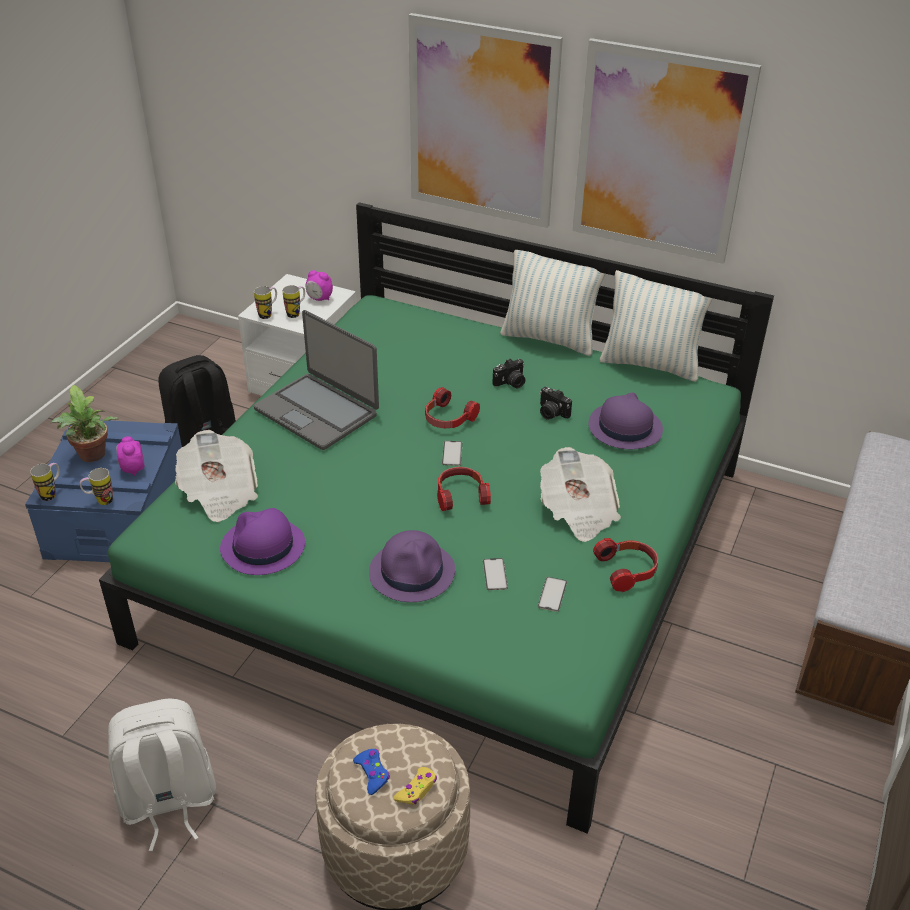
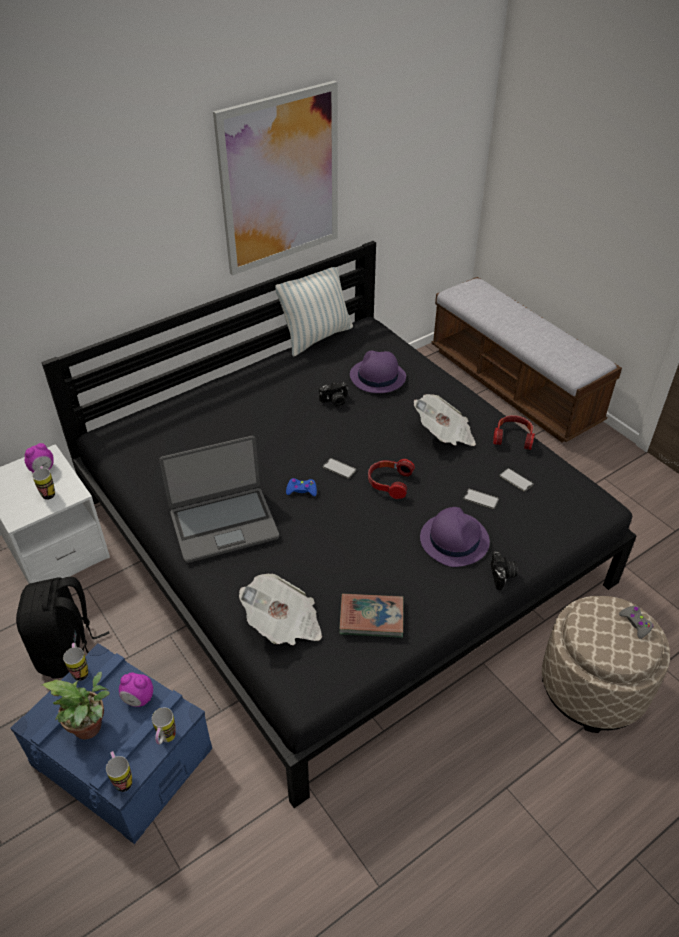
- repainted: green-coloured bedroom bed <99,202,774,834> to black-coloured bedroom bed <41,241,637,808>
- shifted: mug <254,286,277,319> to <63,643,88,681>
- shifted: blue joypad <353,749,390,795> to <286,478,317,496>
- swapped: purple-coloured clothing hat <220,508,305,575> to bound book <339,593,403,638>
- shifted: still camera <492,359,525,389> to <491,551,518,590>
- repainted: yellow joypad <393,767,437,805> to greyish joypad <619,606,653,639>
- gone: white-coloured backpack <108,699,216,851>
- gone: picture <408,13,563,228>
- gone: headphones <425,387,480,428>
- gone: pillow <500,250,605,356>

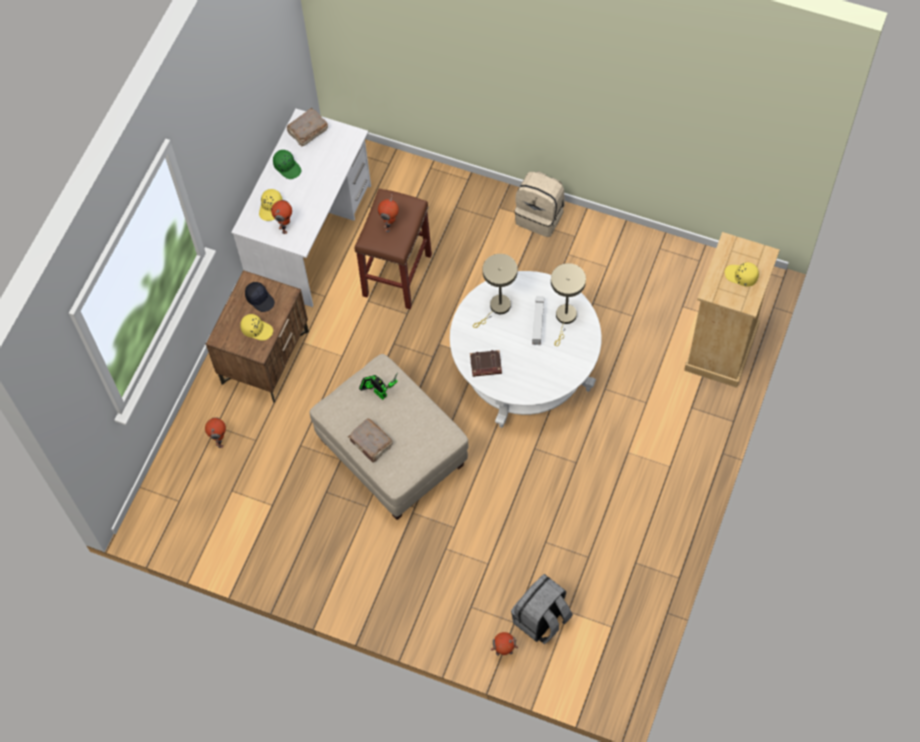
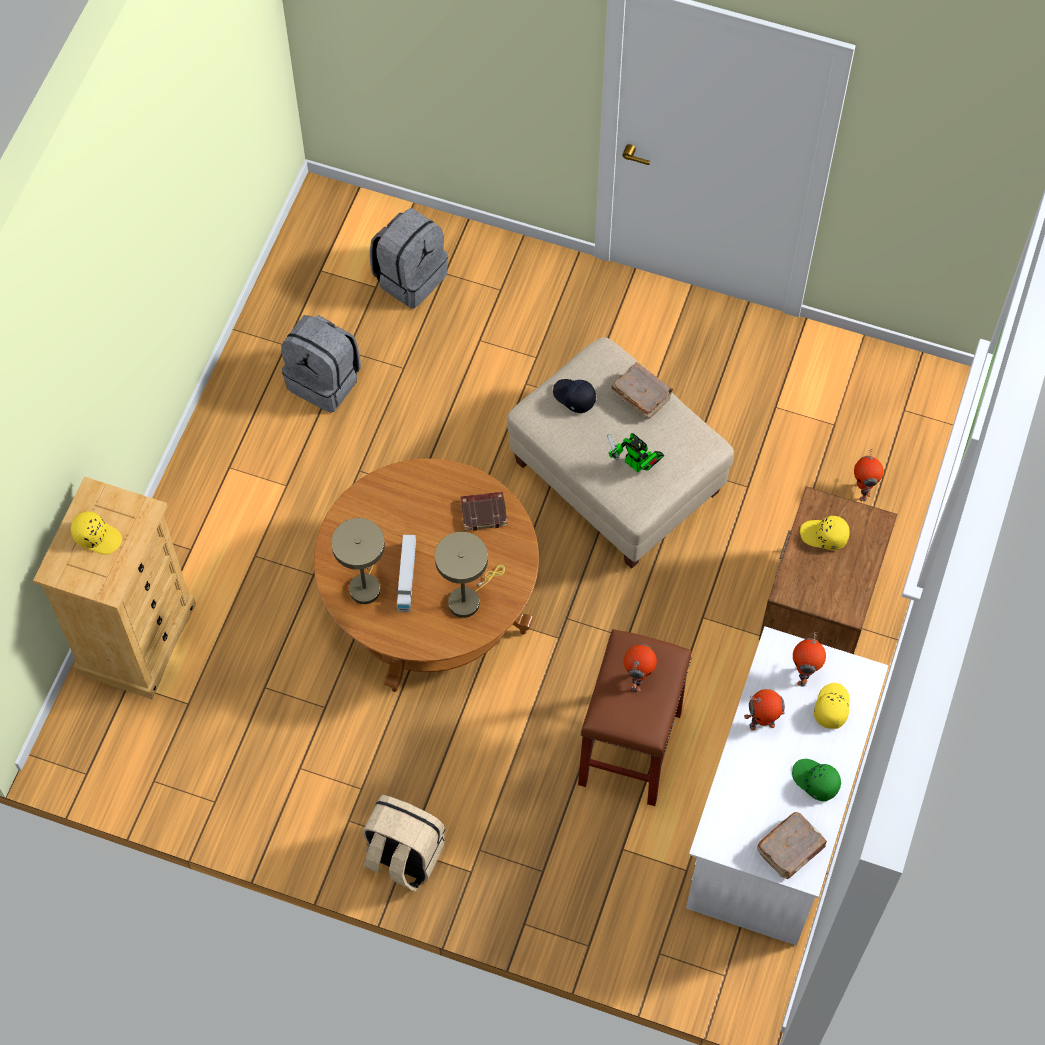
- new: greyish backpack <281,315,361,413>
- repainted: white-coloured low table <450,271,602,428> to brownish low table <314,458,539,692>
- shifted: black-coloured cap <245,282,275,312> to <553,379,596,413>
- shifted: toy robot <491,632,518,656> to <744,689,785,731>

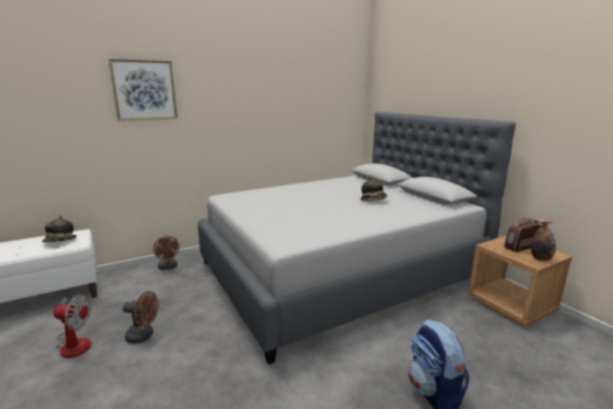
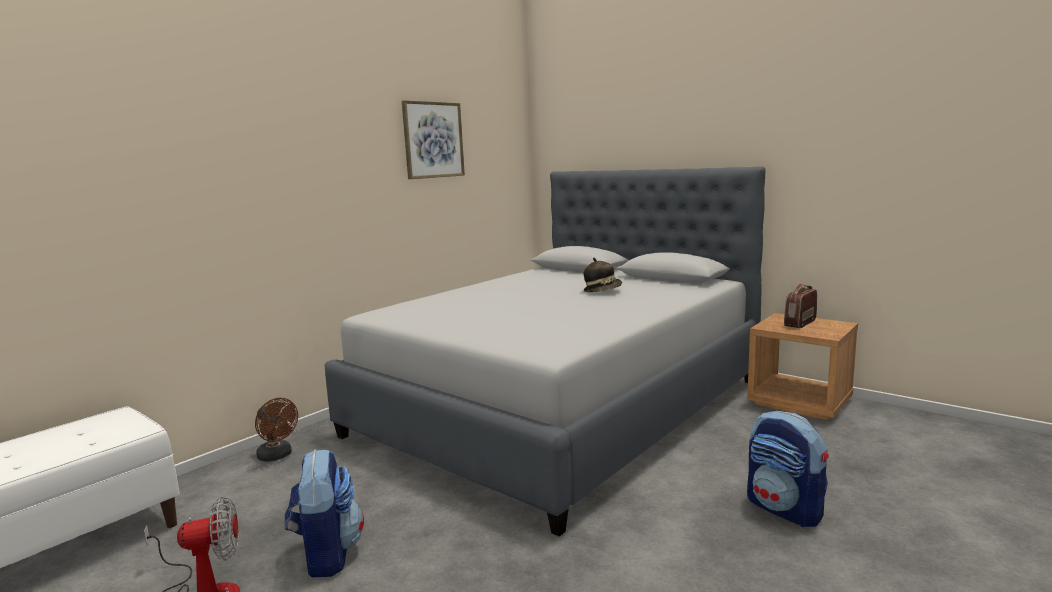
- swapped: brownish electric fan <123,291,159,344> to backpack <285,449,364,577>
- shifted: picture <108,59,178,121> to <402,100,465,179>
- gone: clothing hat <42,216,77,242>
- gone: drink bottle <531,219,556,261>

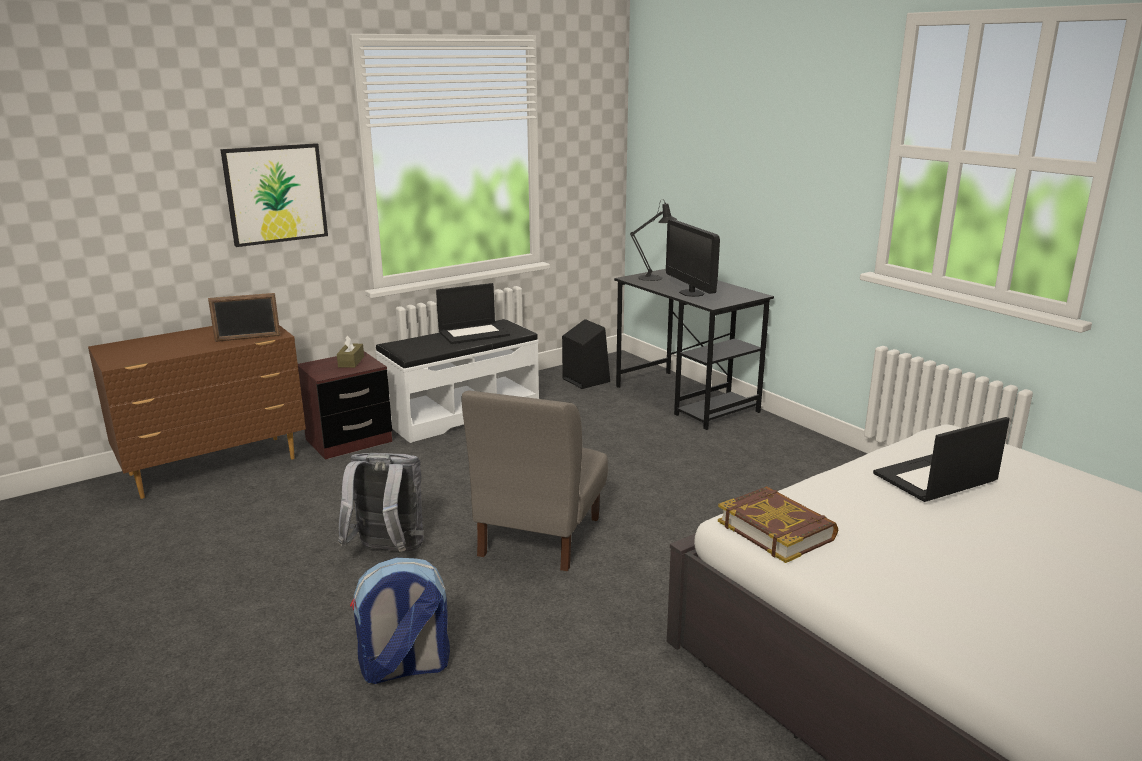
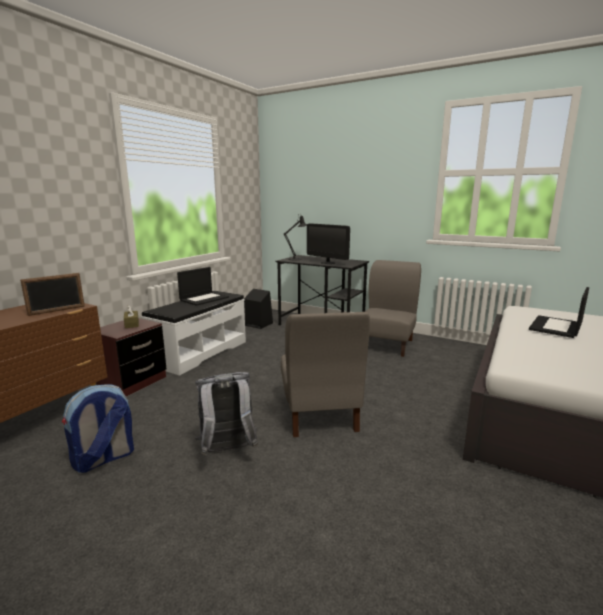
- shifted: backpack <350,558,450,684> to <62,385,134,473>
- new: greyish upright chair <365,260,421,357>
- gone: picture <220,143,328,247>
- gone: bound book <718,486,838,563>

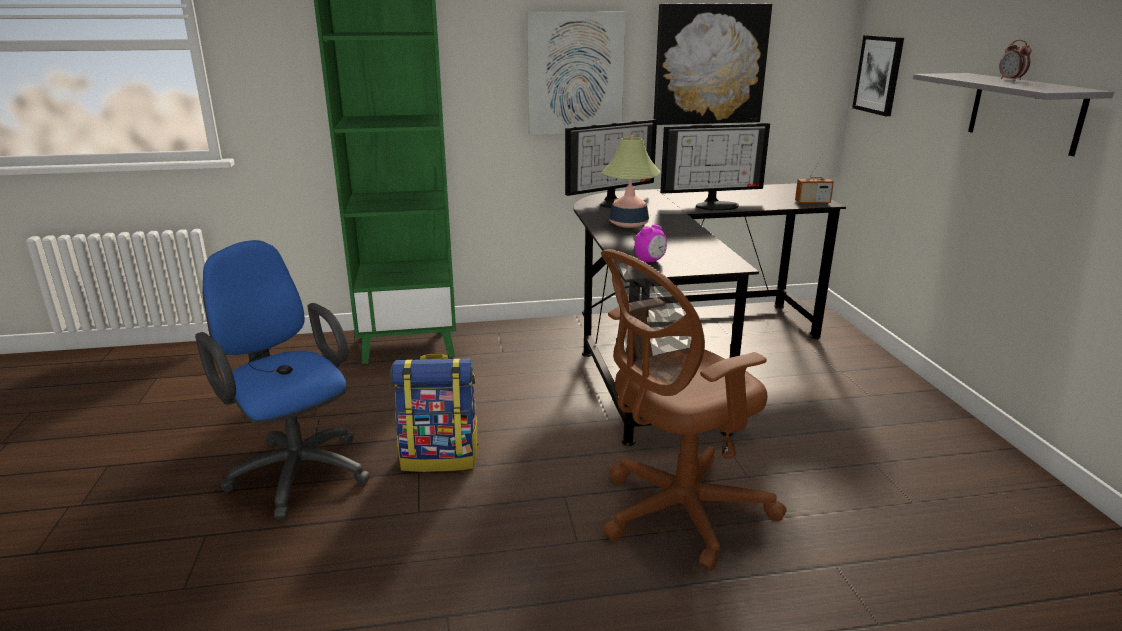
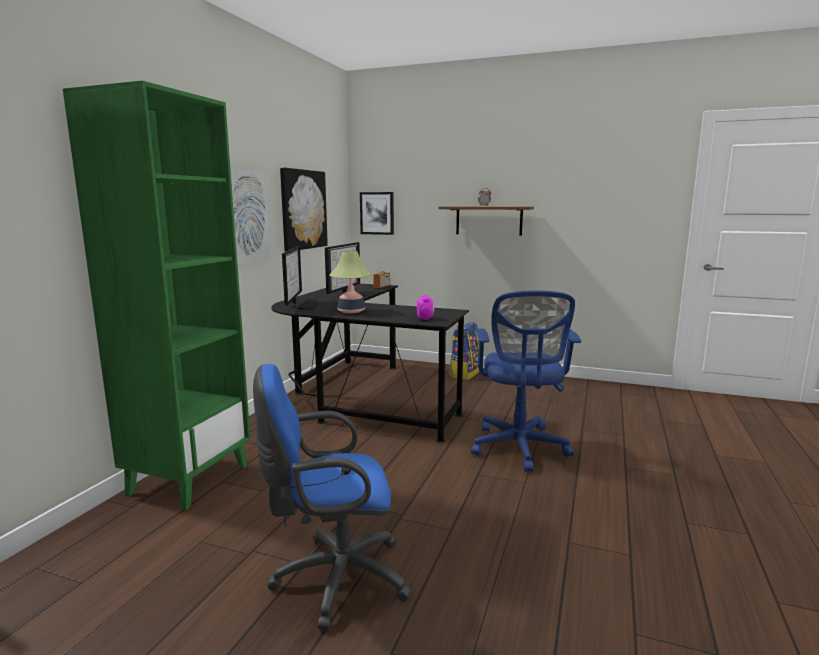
- repainted: greyish shelf <913,73,1114,156> to brownish shelf <438,206,534,236>
- shifted: backpack <391,354,479,472> to <448,322,479,380>
- repainted: brownish office chair <601,249,787,571> to blue office chair <471,290,581,472>

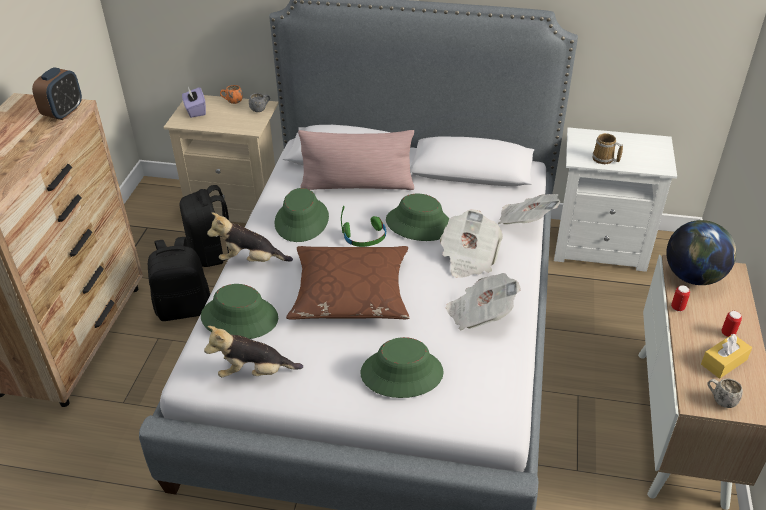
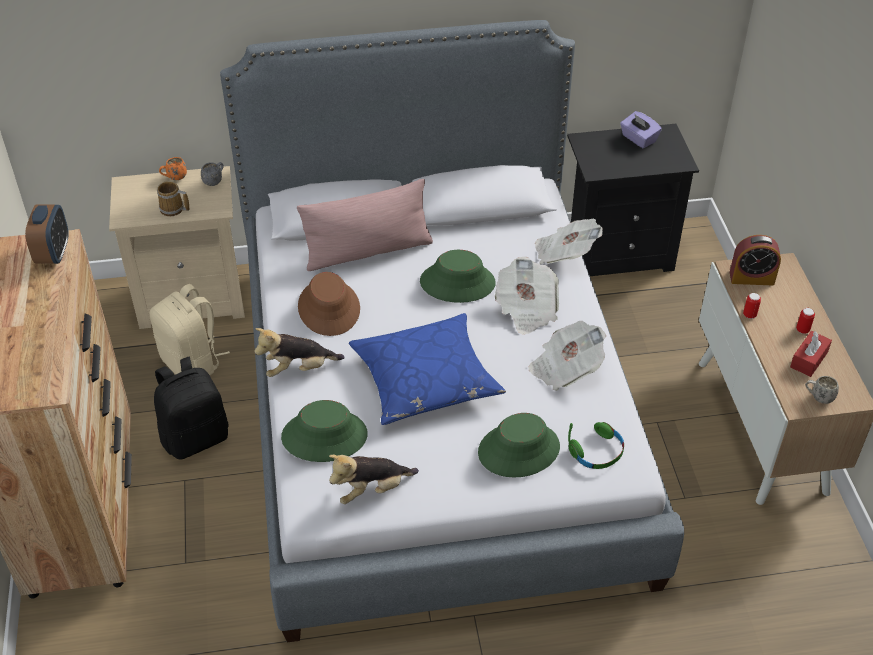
- repainted: black-coloured backpack <180,185,229,267> to beige-coloured backpack <150,284,230,375>
- shifted: mug <592,133,623,164> to <157,181,190,216>
- repainted: green-coloured clothing hat <275,188,329,242> to brownish clothing hat <298,272,360,336>
- repainted: brownish pillow <286,246,410,320> to blue pillow <349,313,506,425>
- repainted: white-coloured night table <554,127,677,272> to black-coloured night table <567,124,699,276>
- shifted: green-coloured headphones <341,206,386,247> to <568,422,624,469>
- shifted: purple-coloured tissue holder <182,87,206,118> to <620,111,662,149>
- swapped: globe <666,220,736,285> to table clock <730,235,781,285>
- repainted: yellow tissue holder <701,333,752,379> to reddish tissue holder <790,331,832,377>

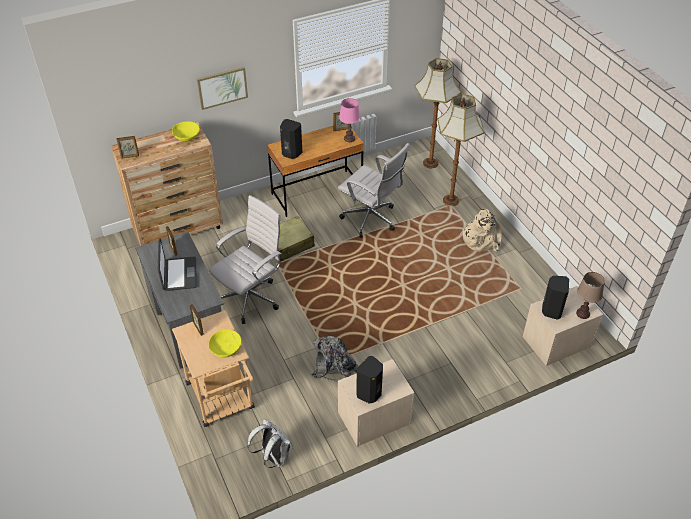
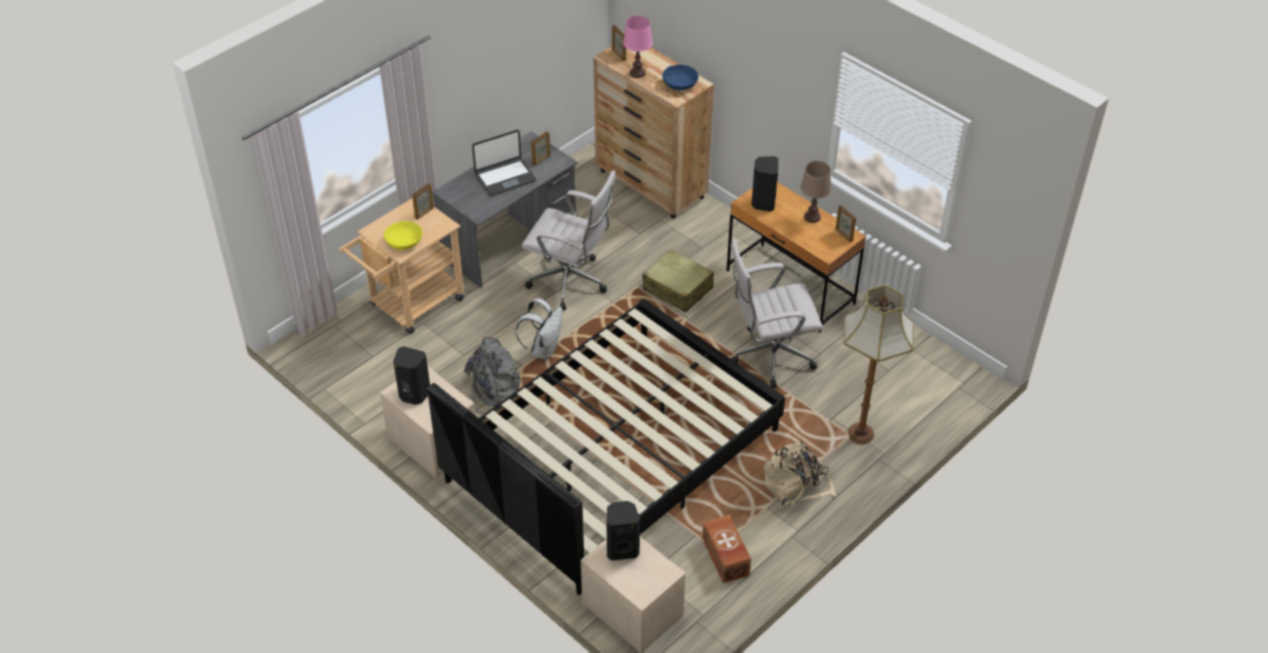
- new: black-coloured bedroom bed <427,299,785,595>
- shifted: white-coloured backpack <247,419,293,468> to <515,298,562,360>
- shifted: pink-coloured tabletop lamp <339,98,360,142> to <623,16,653,78>
- repainted: yellow deep dish <172,121,200,141> to blue deep dish <662,65,698,90>
- new: brownish storage box <702,514,751,583>
- rotated: white-coloured office chair <338,143,409,238> = <730,238,823,388> 60 degrees clockwise
- shifted: brownish tabletop lamp <576,272,605,319> to <800,161,831,223>
- gone: picture <197,67,248,110>
- gone: standing lamp <414,58,461,168>

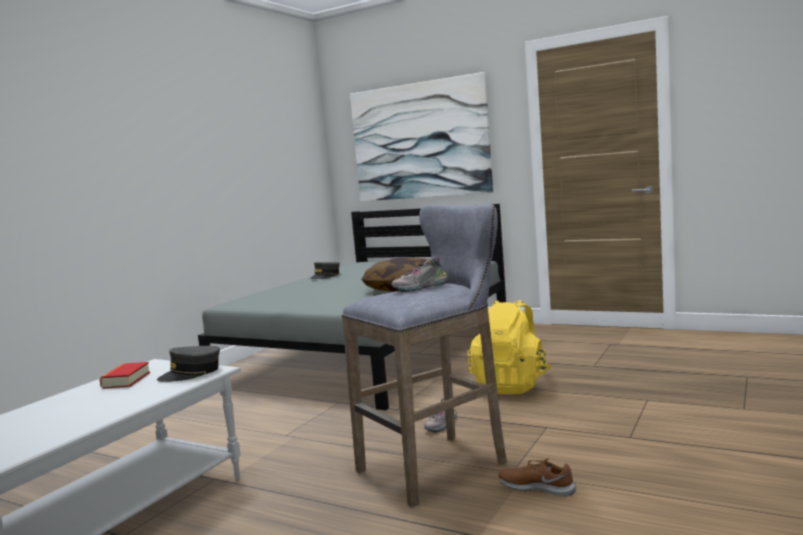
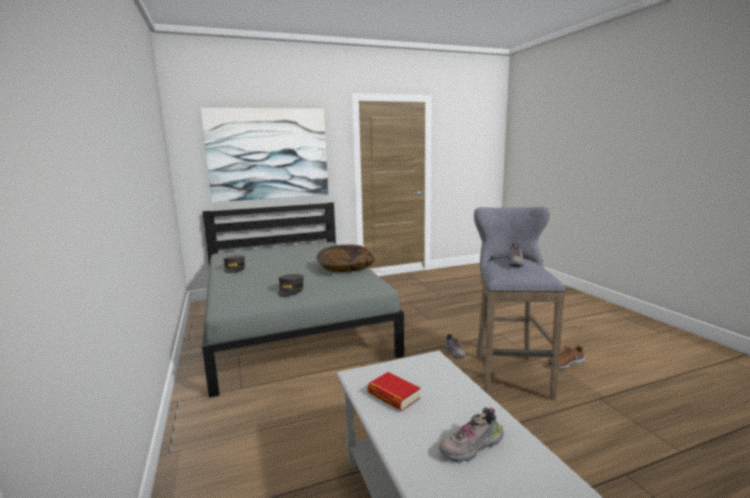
- shifted: greyish cap <157,346,220,382> to <278,274,304,297>
- new: item of footwear <439,407,504,462>
- gone: yellow backpack <468,300,552,394>

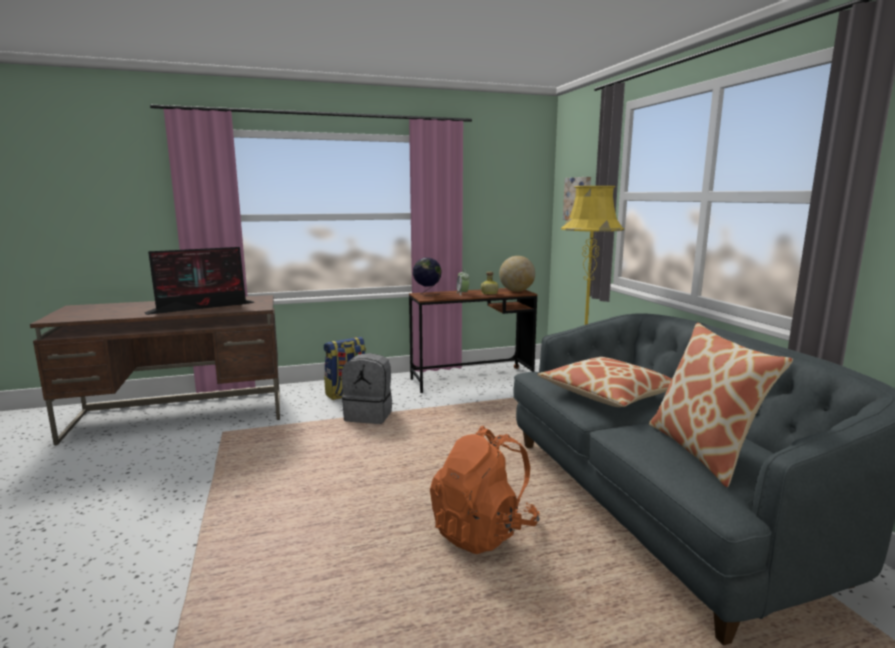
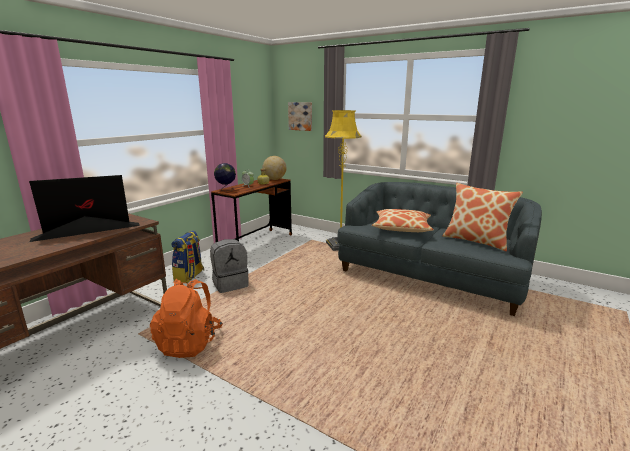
- rotated: monitor <144,247,255,315> = <29,175,140,242> 135 degrees counterclockwise
- shifted: orange-coloured backpack <430,426,540,554> to <150,279,223,358>

